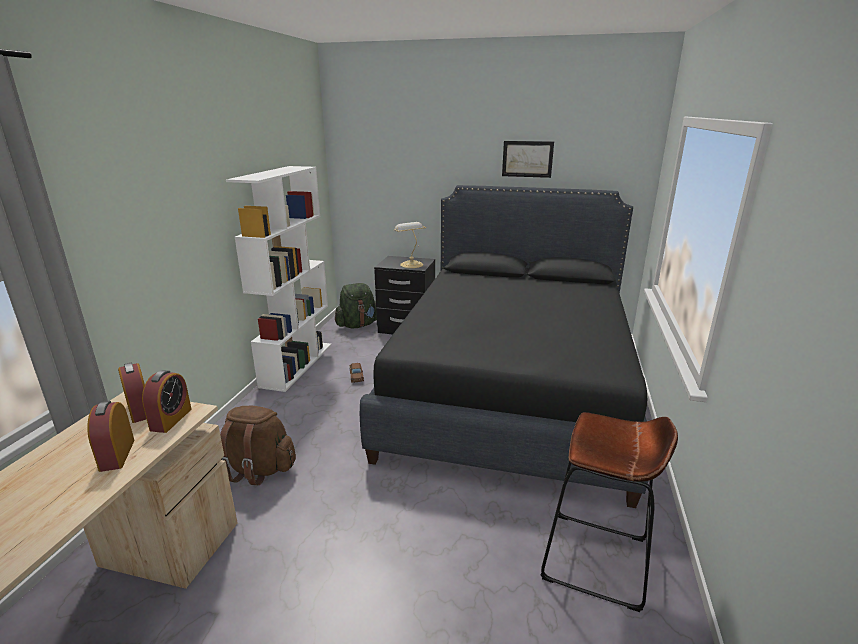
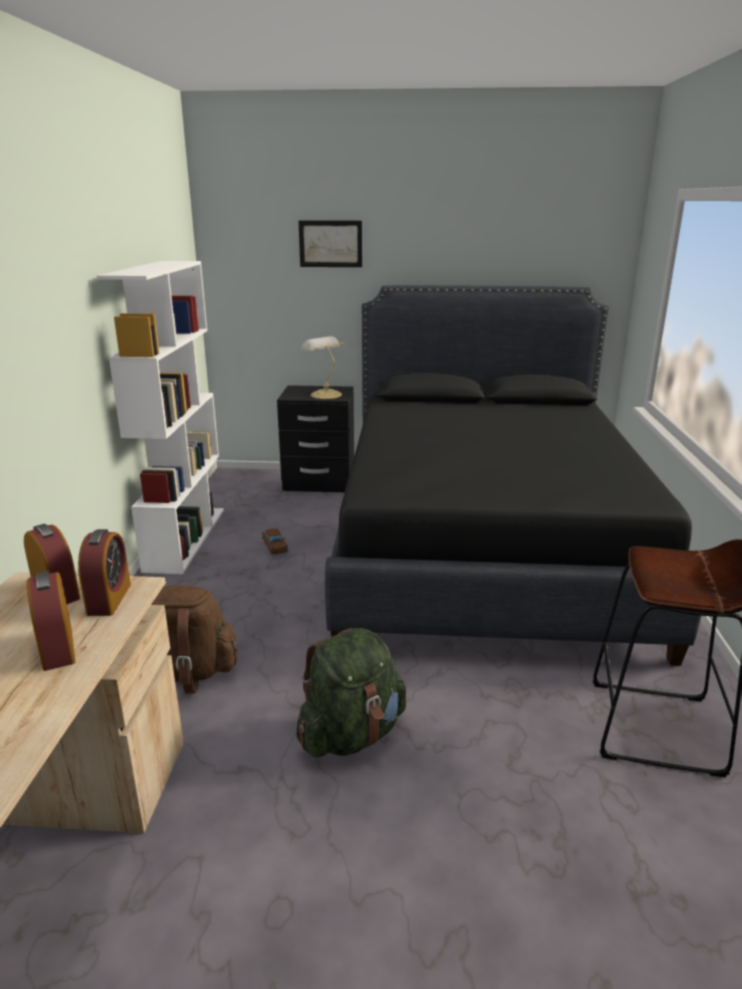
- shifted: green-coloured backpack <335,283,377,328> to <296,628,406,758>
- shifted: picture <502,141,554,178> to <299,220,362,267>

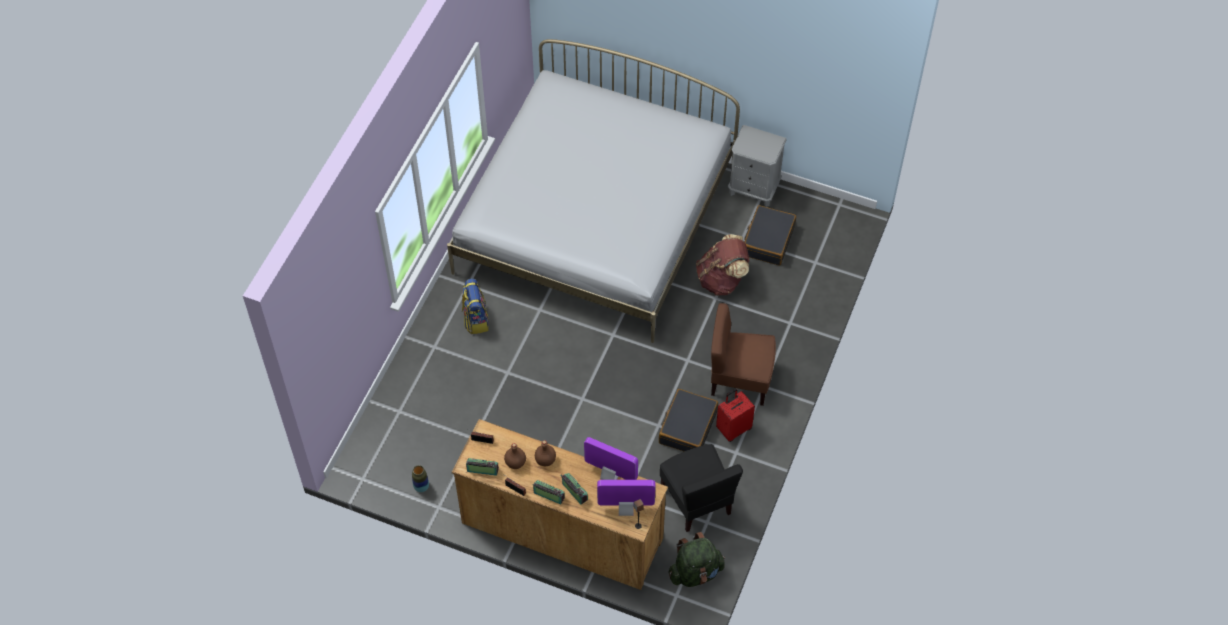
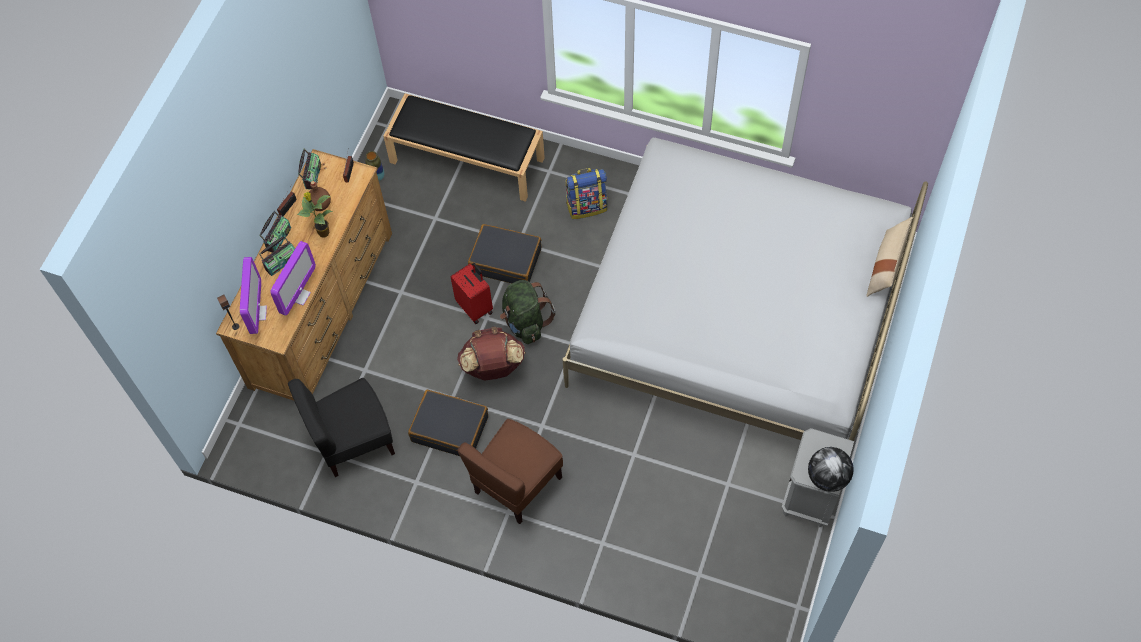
- swapped: brownish drink bottle <535,440,556,466> to plant in a pot <297,192,333,237>
- new: black-coloured bench <383,93,545,202>
- shifted: reddish piece of luggage <716,389,755,442> to <450,263,493,324>
- shifted: brownish backpack <696,234,749,295> to <457,327,525,381>
- rotated: brownish upright chair <711,303,776,406> = <457,419,563,524> 150 degrees counterclockwise
- shifted: black-coloured piece of luggage <744,205,796,266> to <468,224,541,283>
- shifted: green-coloured backpack <668,532,725,587> to <500,280,555,344>
- new: globe <808,447,854,492>
- new: beige-coloured pillow <866,217,913,297>

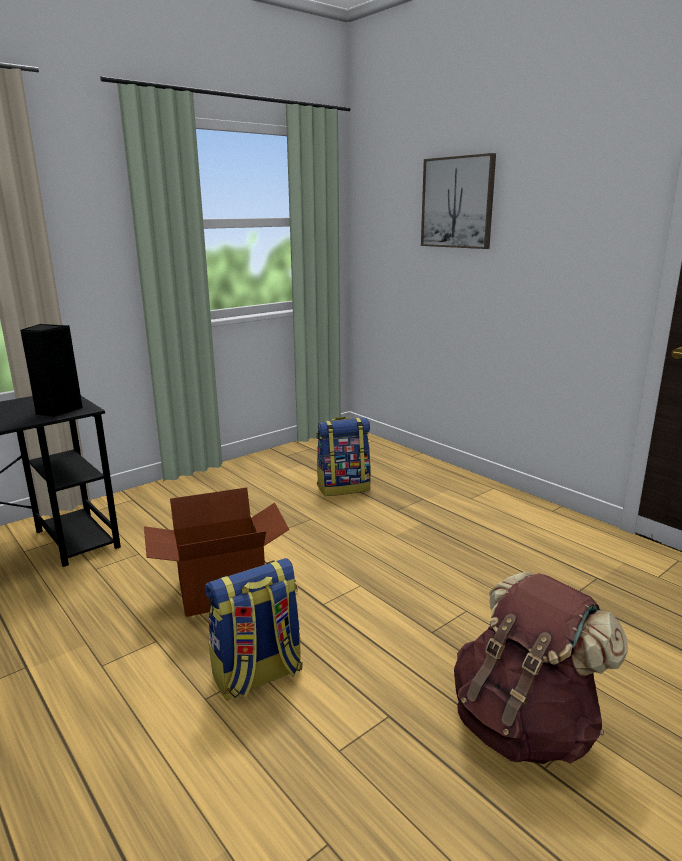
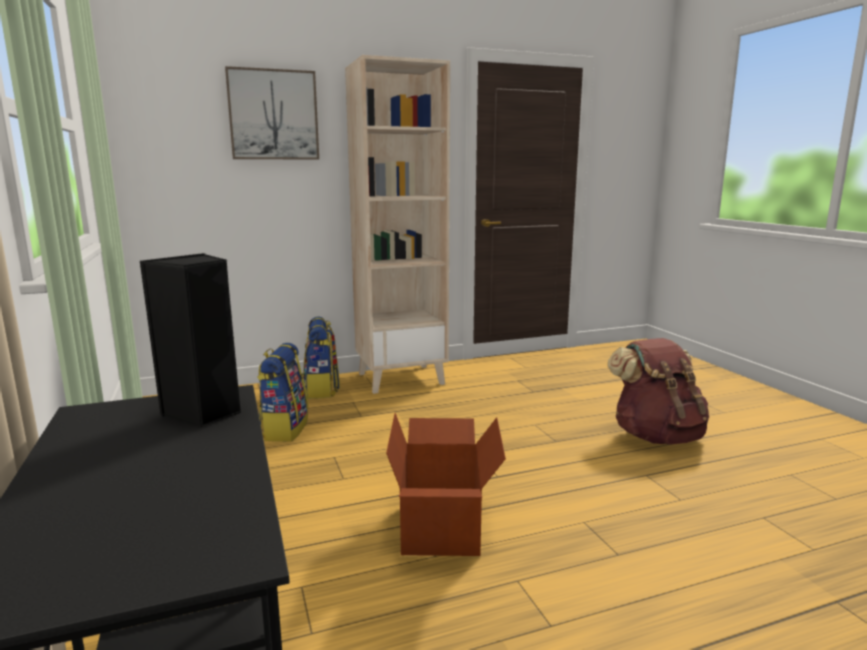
- shifted: backpack <205,558,303,701> to <303,317,340,399>
- new: beige-coloured bookshelf <345,55,450,394>

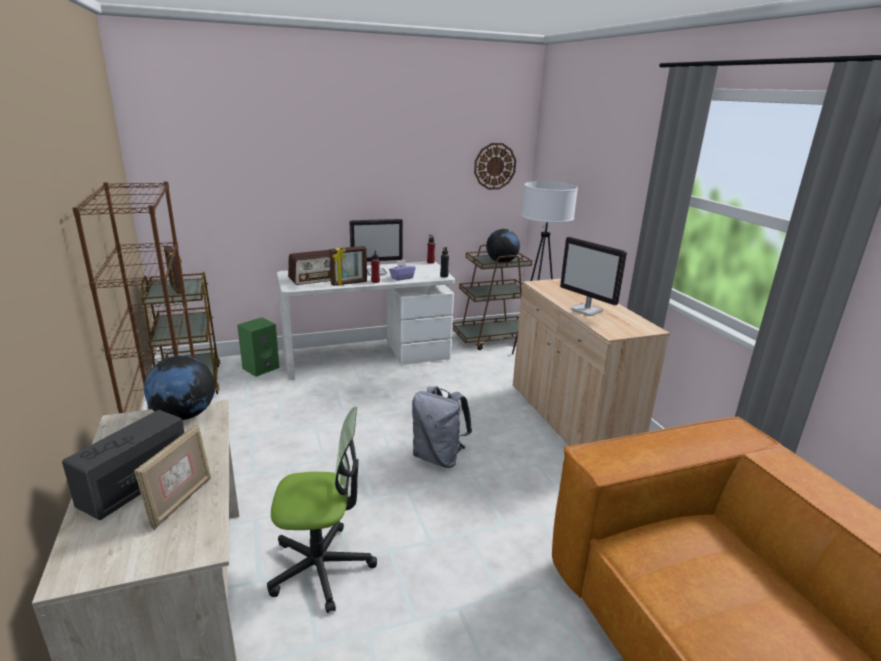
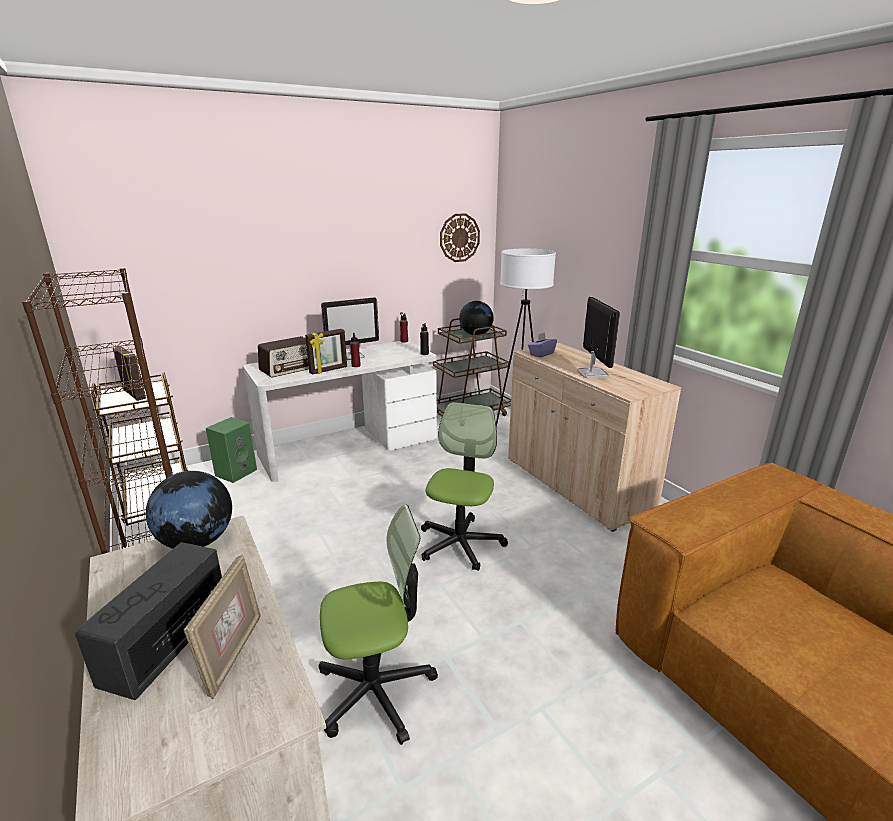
- swapped: greyish backpack <412,386,472,468> to office chair <421,402,508,571>
- shifted: purple-coloured tissue holder <389,259,415,281> to <528,332,557,358>
- rotated: monitor <560,237,627,316> = <577,297,620,378> 135 degrees counterclockwise

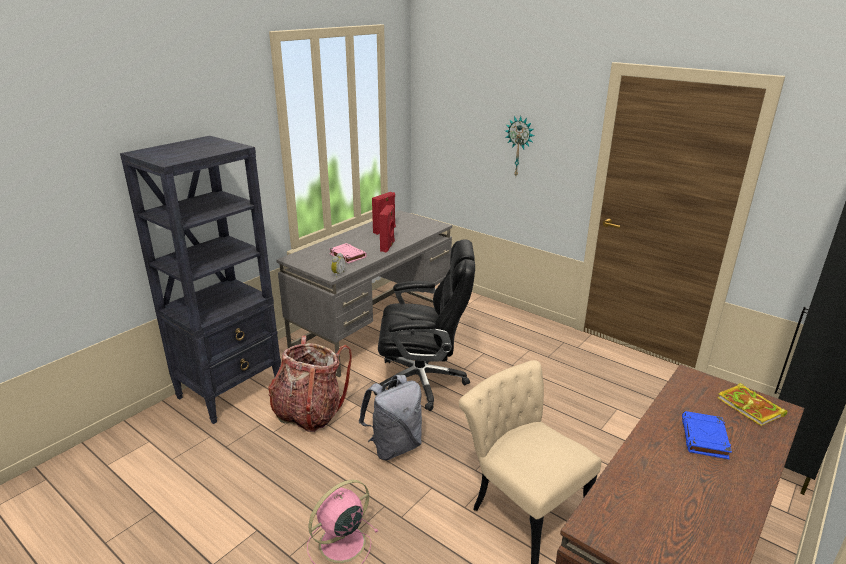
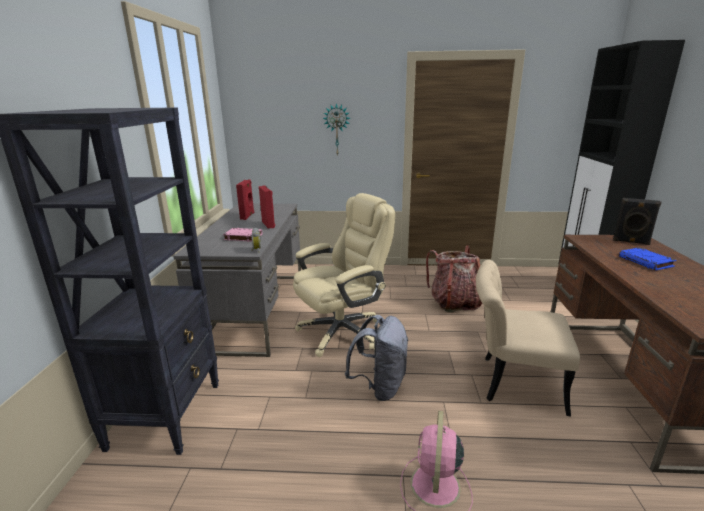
- repainted: black-coloured office chair <374,239,475,411> to beige-coloured office chair <293,193,395,357>
- shifted: backpack <268,336,352,432> to <426,245,482,313>
- swapped: bound book <717,383,788,426> to black-coloured loudspeaker <613,198,661,245>

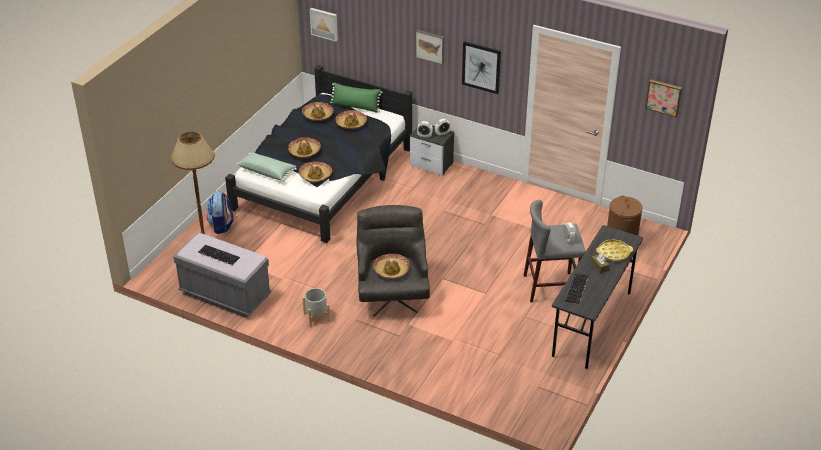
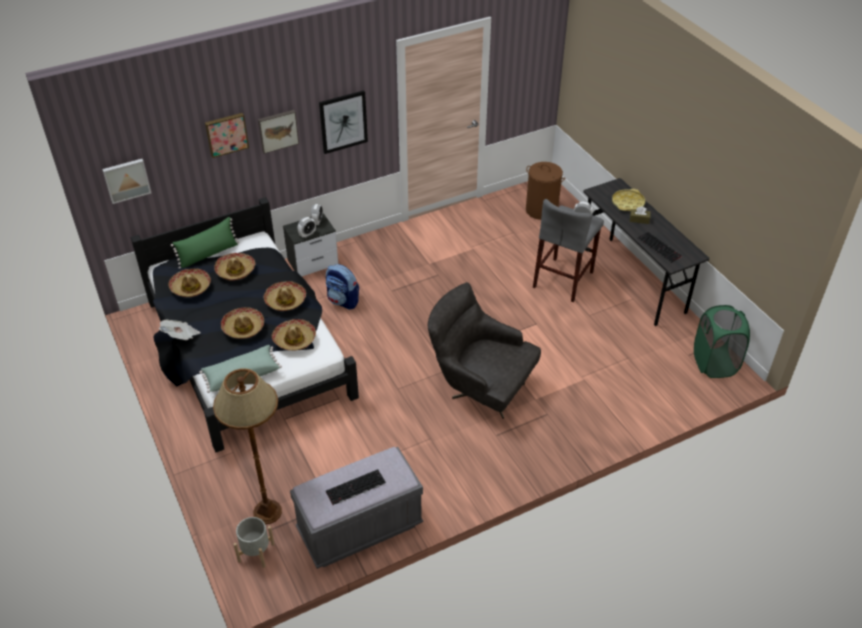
- new: newspaper <158,320,201,340>
- shifted: picture <645,79,682,117> to <205,113,249,158>
- shifted: greyish flower pot <302,288,330,327> to <233,517,275,568>
- shifted: clothing hat <373,254,410,279> to <263,281,306,311>
- shifted: backpack <207,191,234,234> to <326,264,359,310>
- new: green-coloured washing basket <694,305,750,378>

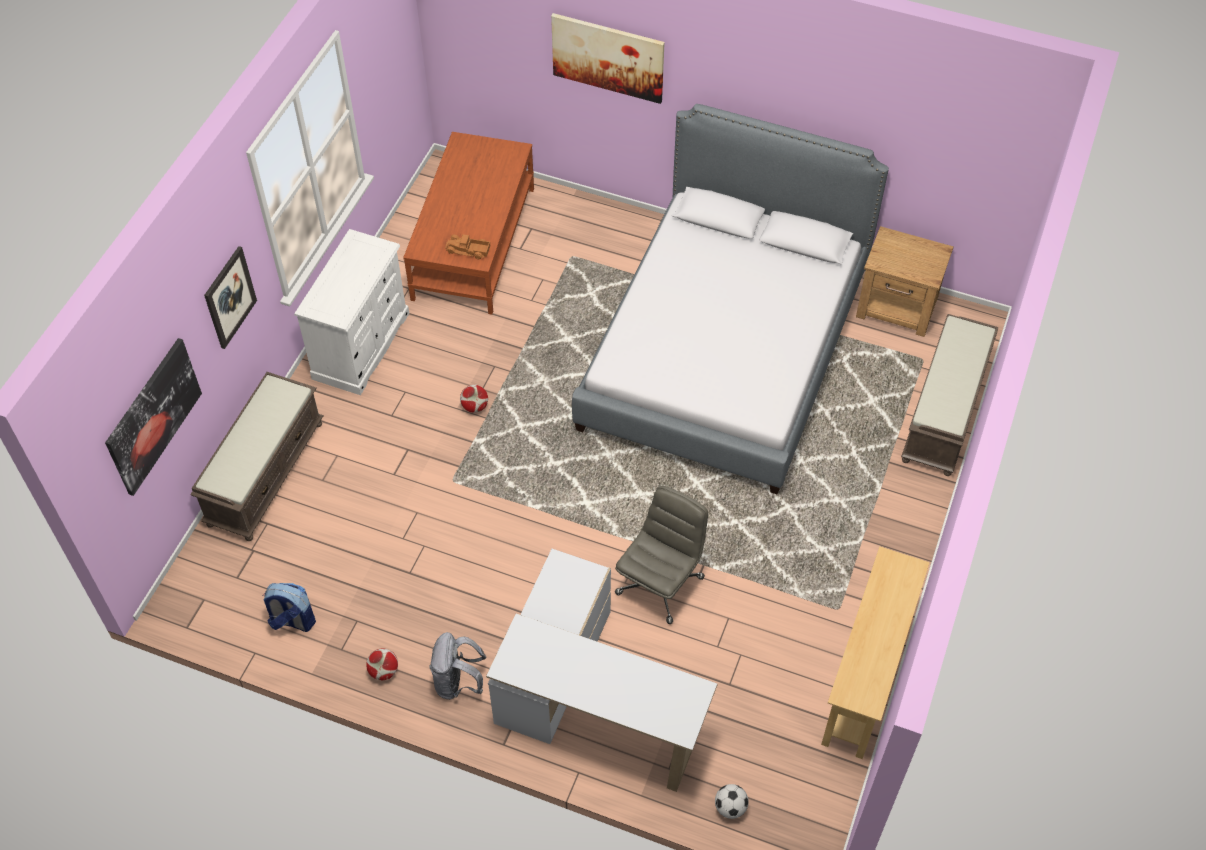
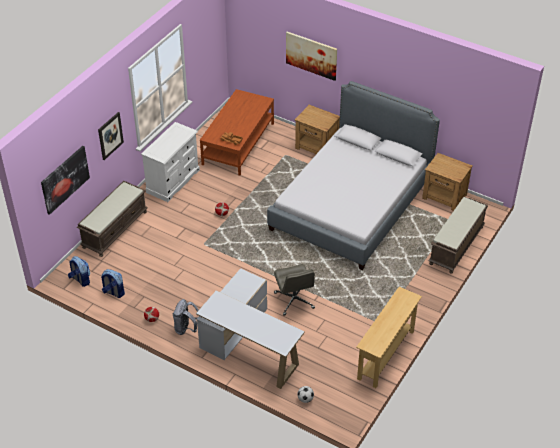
- new: backpack <68,256,90,287>
- rotated: greyish office chair <615,486,708,624> = <274,264,315,316> 120 degrees clockwise
- new: brownish night table <295,105,340,154>

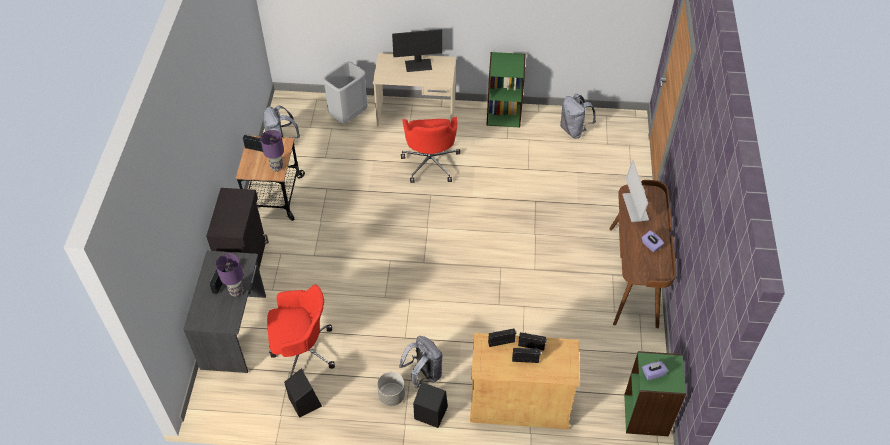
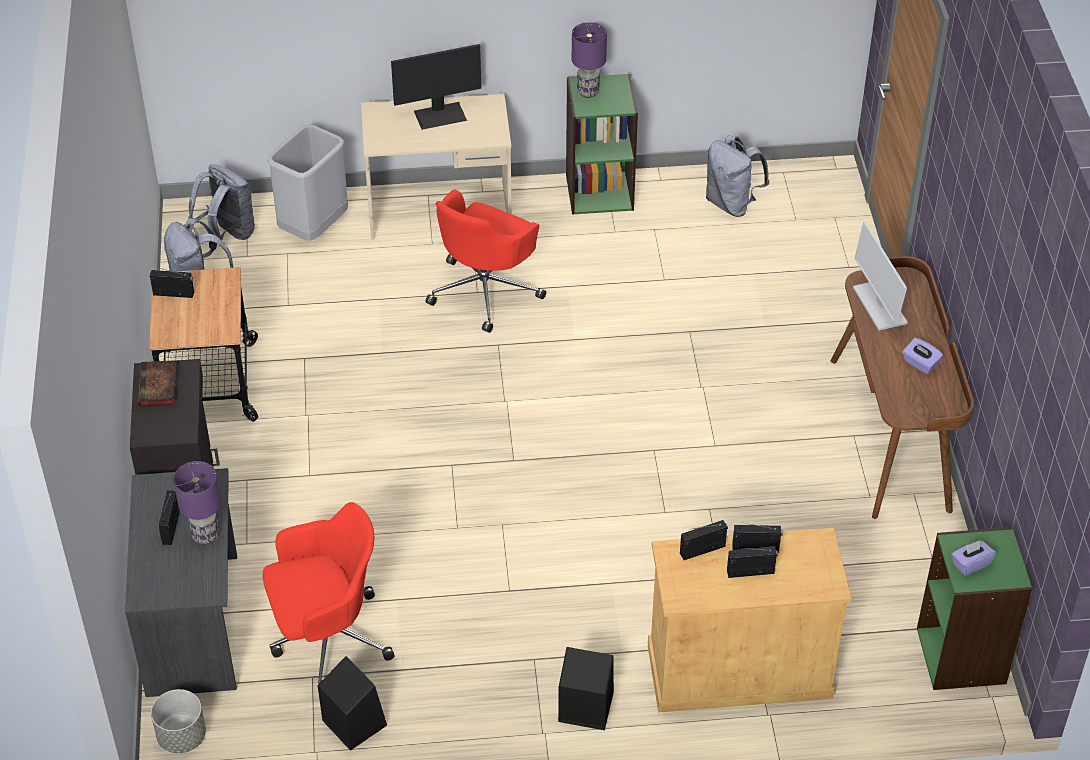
- new: bound book <138,360,177,407>
- shifted: greyish flower pot <377,372,405,406> to <151,689,206,753>
- shifted: greyish backpack <399,336,443,388> to <188,164,255,240>
- rotated: reddish office chair <401,117,460,183> = <426,190,546,333> 45 degrees clockwise
- shifted: purple-coloured tabletop lamp <260,130,284,172> to <572,22,607,98>

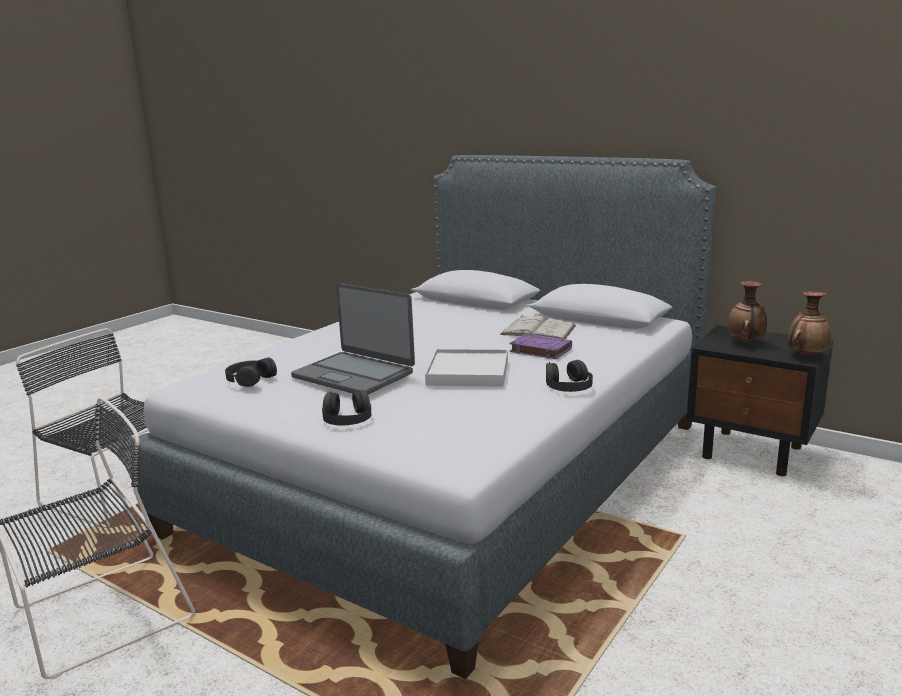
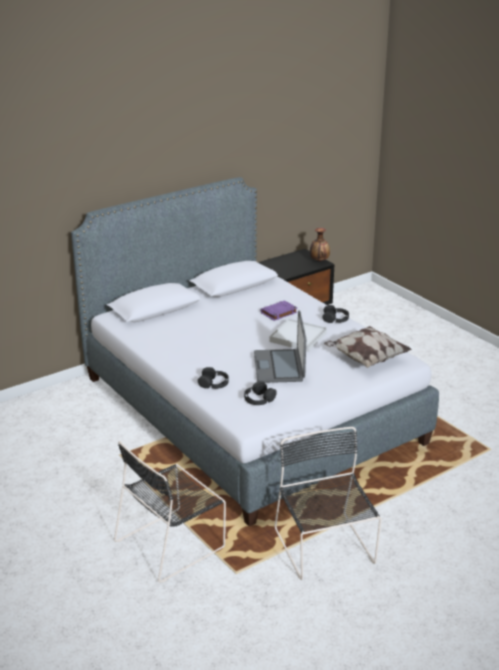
- shifted: black-coloured headphones <322,389,371,425> to <198,367,229,389>
- rotated: notebook computer <291,283,415,394> = <254,310,306,383> 120 degrees clockwise
- new: pillow <324,326,412,368>
- gone: white-coloured bound book <500,315,576,339>
- gone: flower vase <727,281,767,343>

